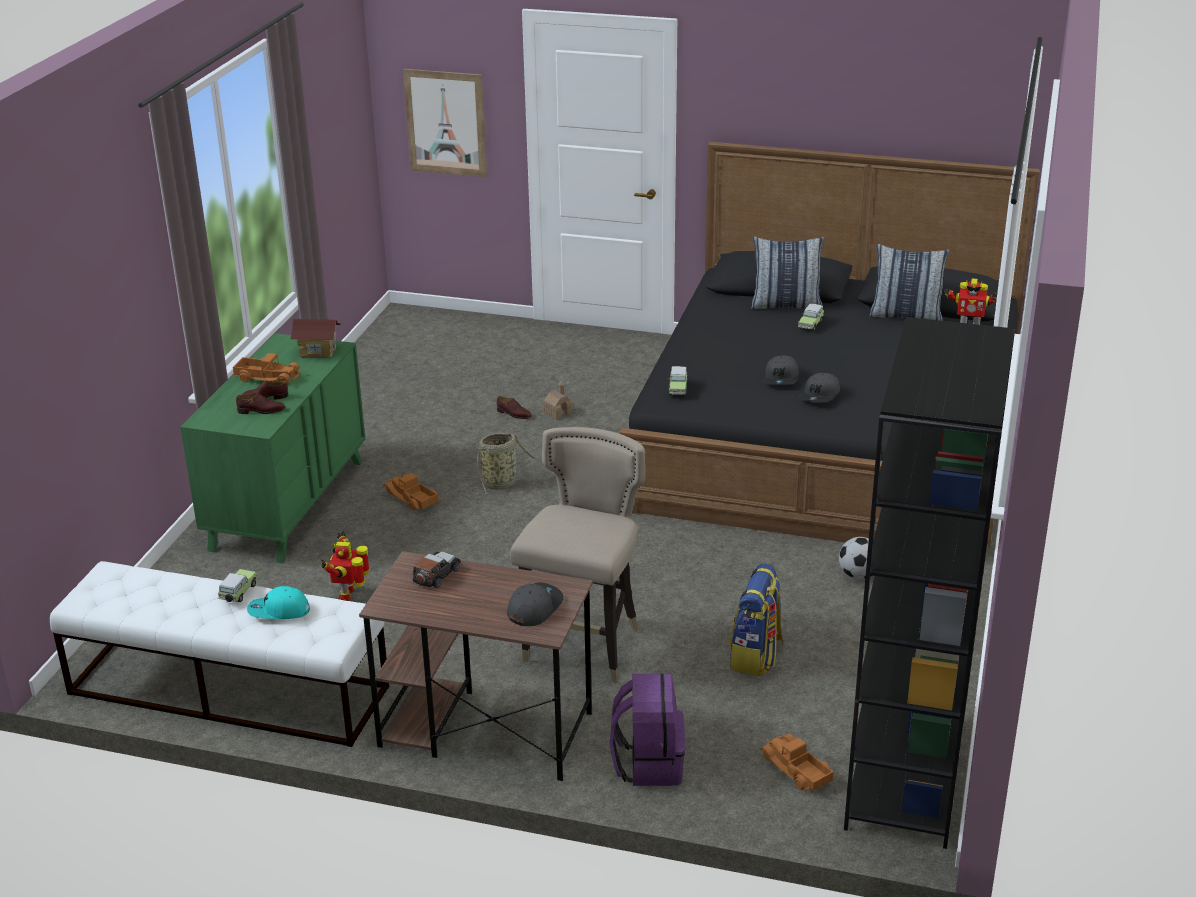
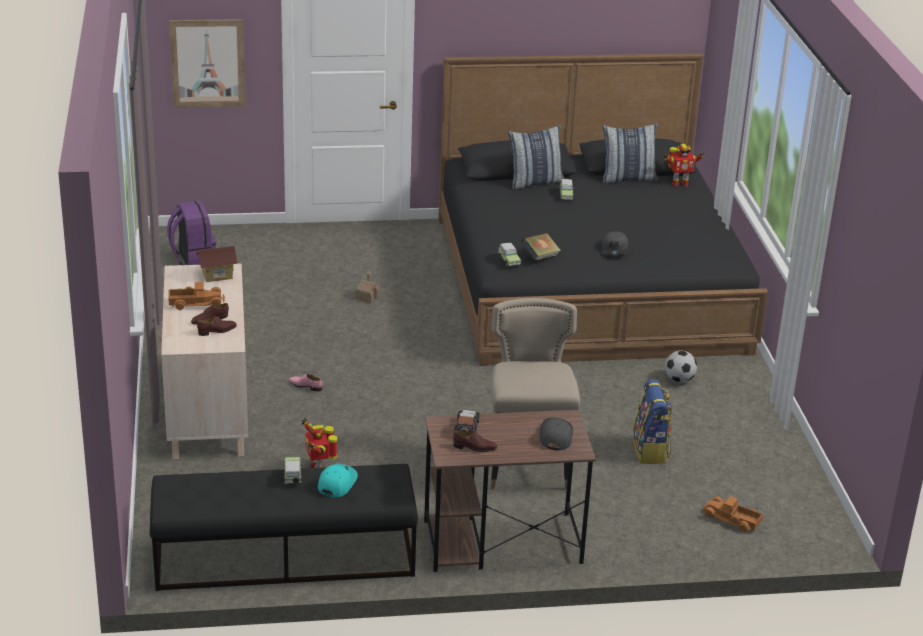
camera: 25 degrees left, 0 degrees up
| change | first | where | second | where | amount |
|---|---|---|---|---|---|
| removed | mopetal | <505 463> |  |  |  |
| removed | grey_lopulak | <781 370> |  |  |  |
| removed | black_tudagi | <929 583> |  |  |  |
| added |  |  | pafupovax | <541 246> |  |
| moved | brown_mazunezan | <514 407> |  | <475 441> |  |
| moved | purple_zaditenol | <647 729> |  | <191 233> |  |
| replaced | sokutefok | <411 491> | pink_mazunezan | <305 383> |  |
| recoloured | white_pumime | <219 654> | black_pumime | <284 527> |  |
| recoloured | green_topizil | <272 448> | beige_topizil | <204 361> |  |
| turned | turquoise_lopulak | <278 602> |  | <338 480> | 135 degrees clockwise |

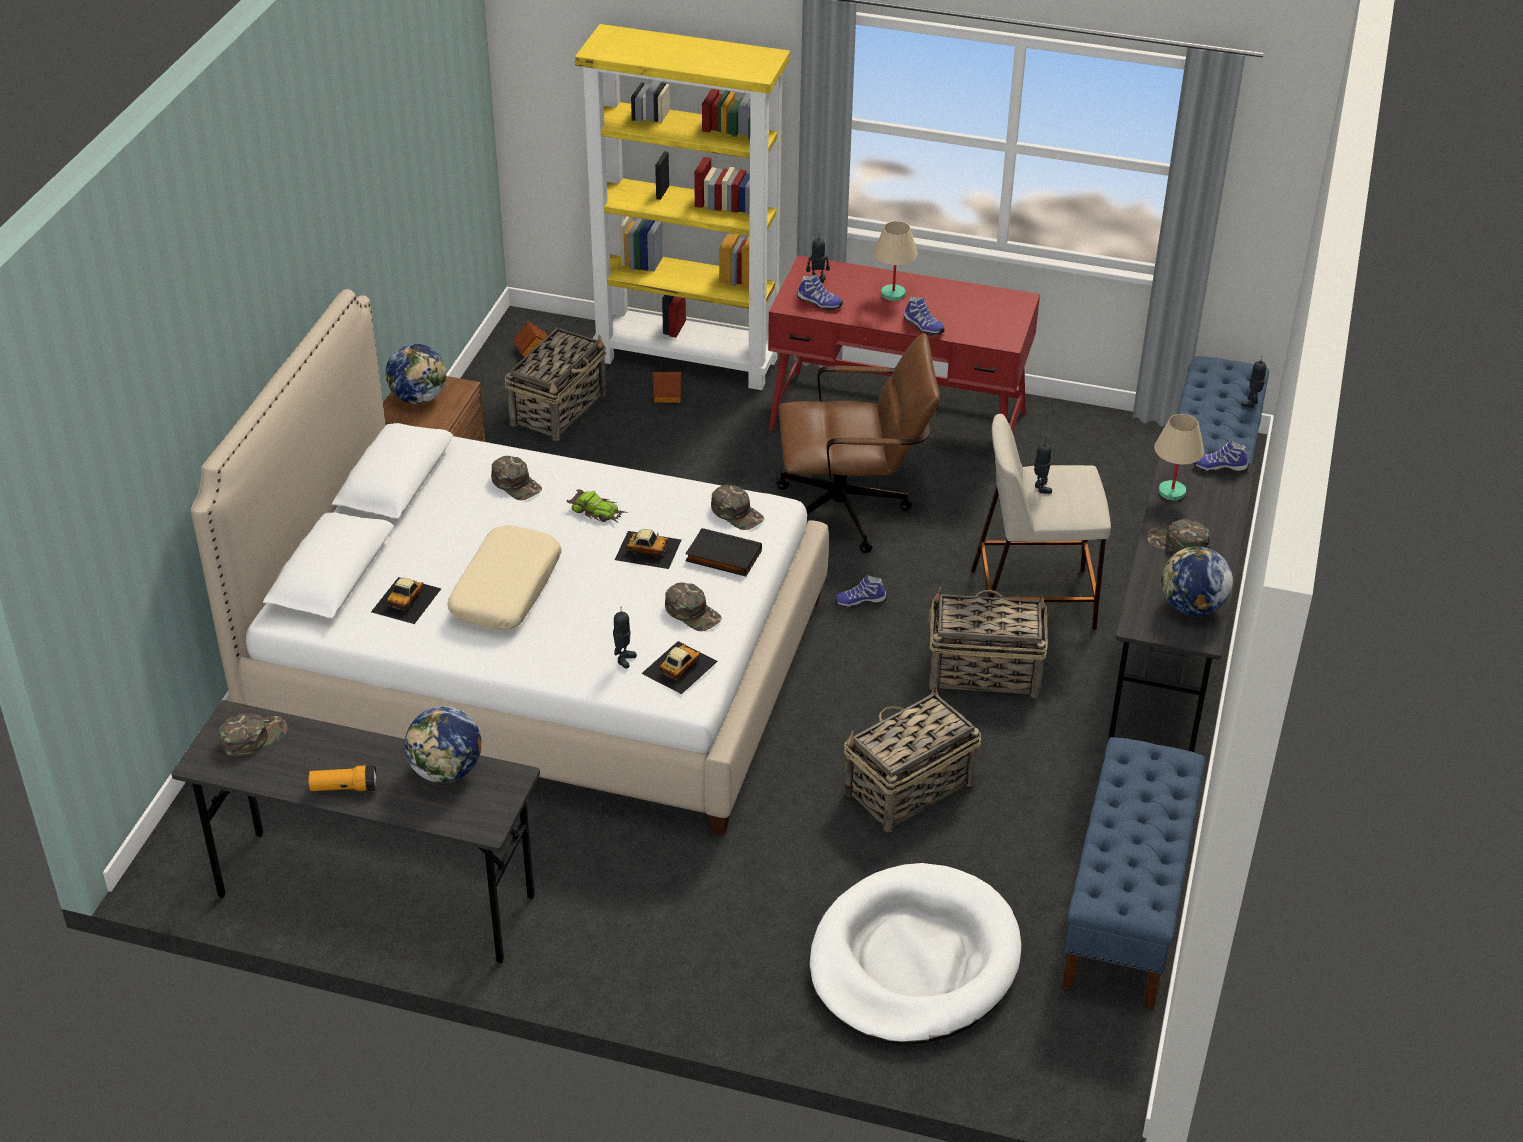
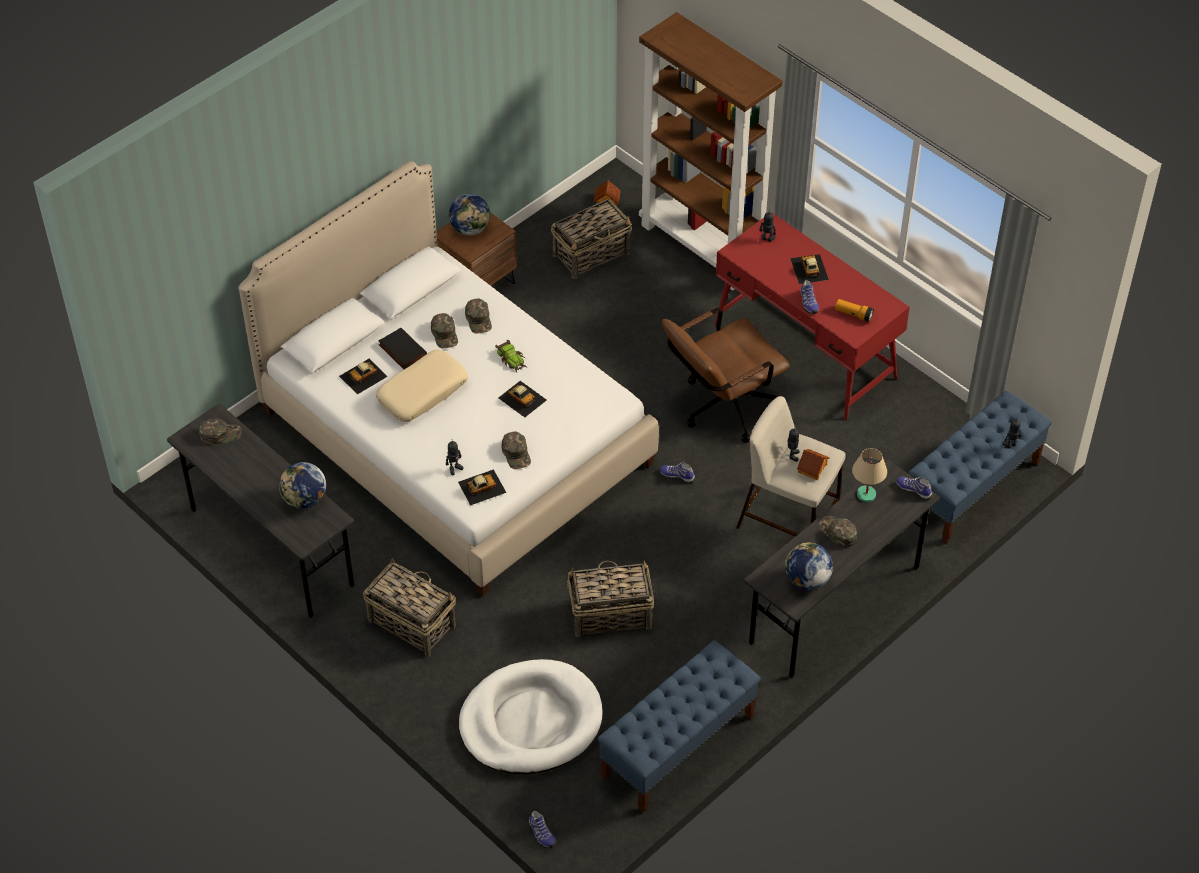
camera: 30 degrees right, 10 degrees up
| change | first | where | second | where | amount |
|---|---|---|---|---|---|
| moved | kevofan | <343 778> |  | <854 310> |  |
| moved | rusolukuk | <667 387> |  | <813 464> |  |
| moved | black_pafupovax | <723 552> |  | <403 348> |  |
| moved | green_lopulak | <737 507> |  | <444 330> |  |
| moved | mazunezan | <820 293> |  | <542 829> |  |
| moved | mopetal | <988 643> |  | <409 607> |  |
| replaced | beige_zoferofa | <896 261> | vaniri | <809 269> |  |
| recoloured | yellow_tudagi | <682 207> | brown_tudagi | <710 151> |  |
| turned | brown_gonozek | <858 443> |  | <726 375> | 120 degrees clockwise |

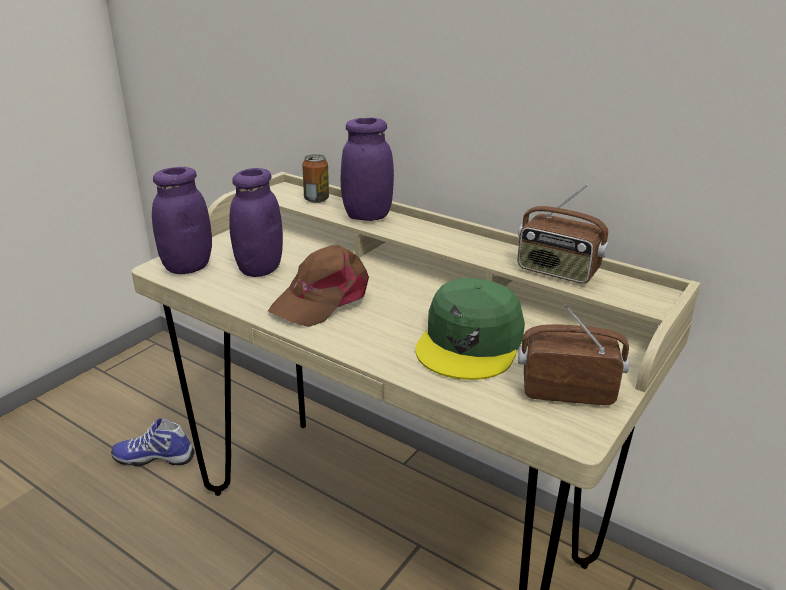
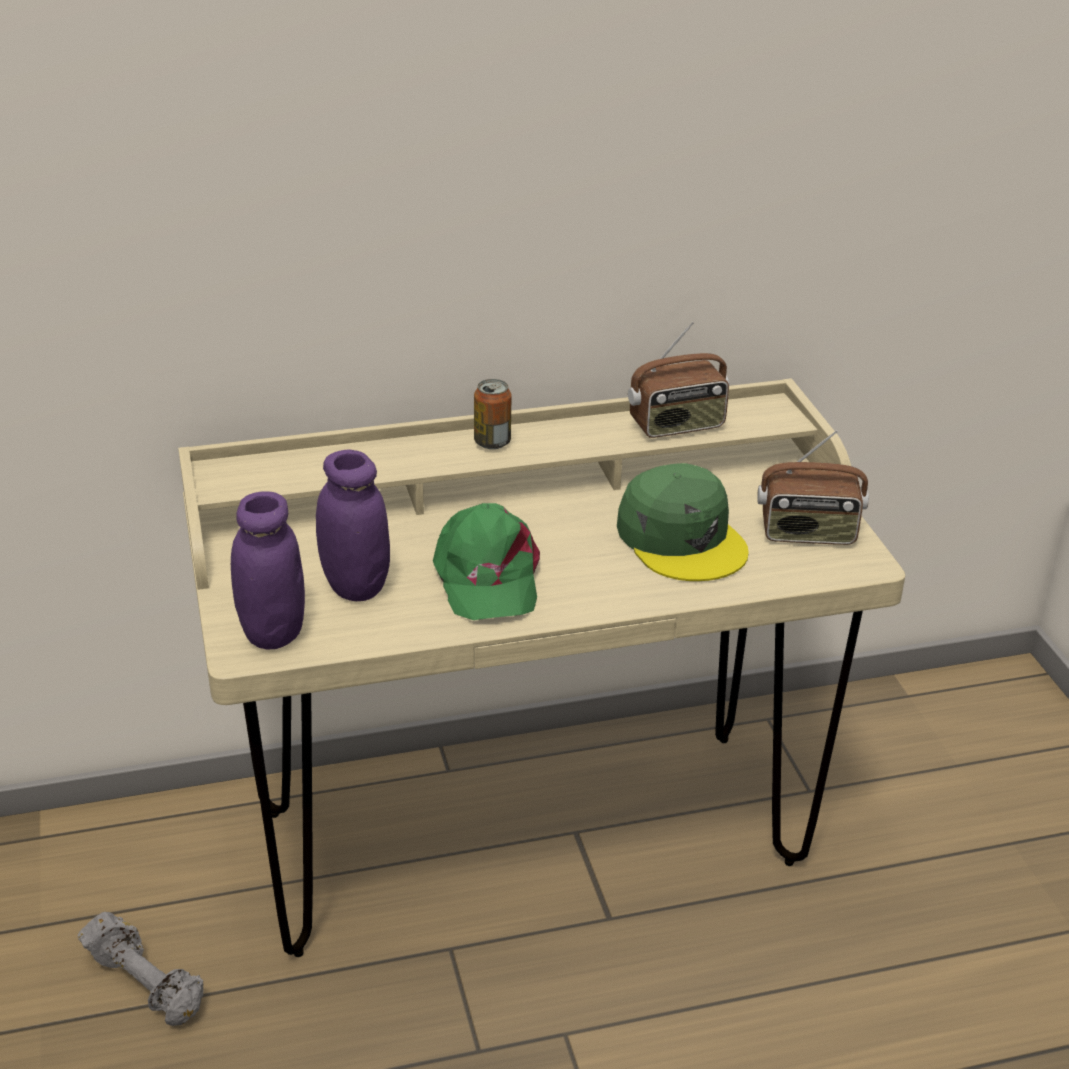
camera: 50 degrees left, 5 degrees up
| change | first | where | second | where | amount |
|---|---|---|---|---|---|
| removed | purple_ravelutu | <367 169> |  |  |  |
| moved | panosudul | <315 178> |  | <493 414> |  |
| replaced | mazunezan | <153 442> | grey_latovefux | <140 969> |  |
| recoloured | brown_lopulak | <318 286> | green_lopulak | <486 561> |  |
| turned | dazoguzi | <574 354> |  | <813 487> | 135 degrees counterclockwise |

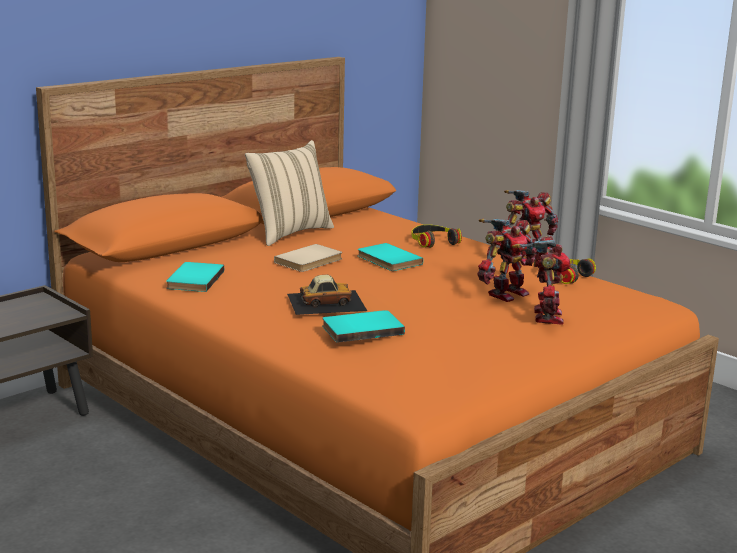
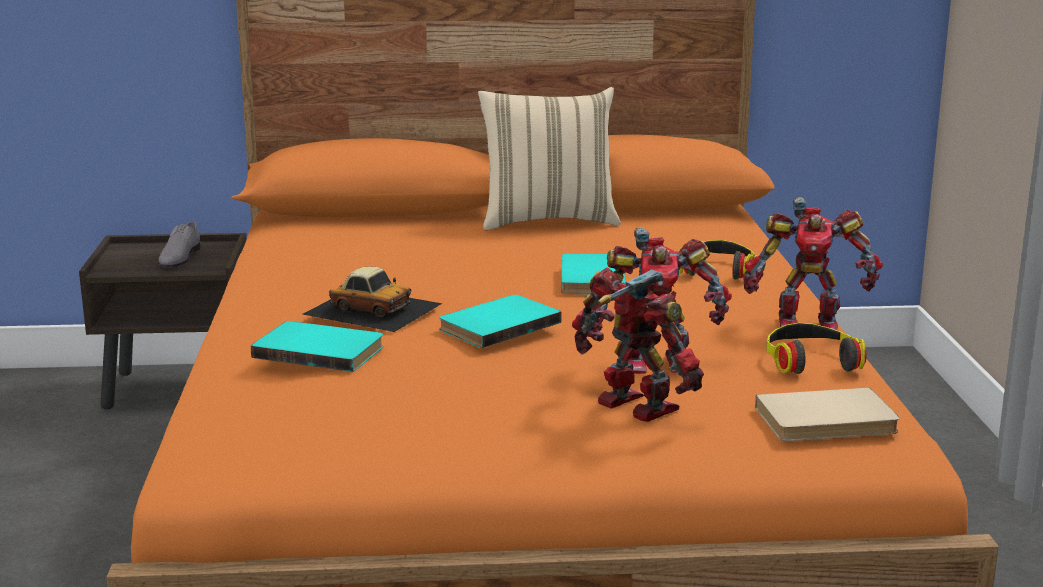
camera: 40 degrees right, 0 degrees up
| change | first | where | second | where | amount |
|---|---|---|---|---|---|
| added |  |  | grey_mazunezan | <180 244> |  |
| moved | turquoise_pafupovax | <195 277> |  | <500 321> |  |
| moved | beige_pafupovax | <308 258> |  | <827 414> |  |
| turned | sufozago | <541 280> |  | <638 344> | 90 degrees counterclockwise |

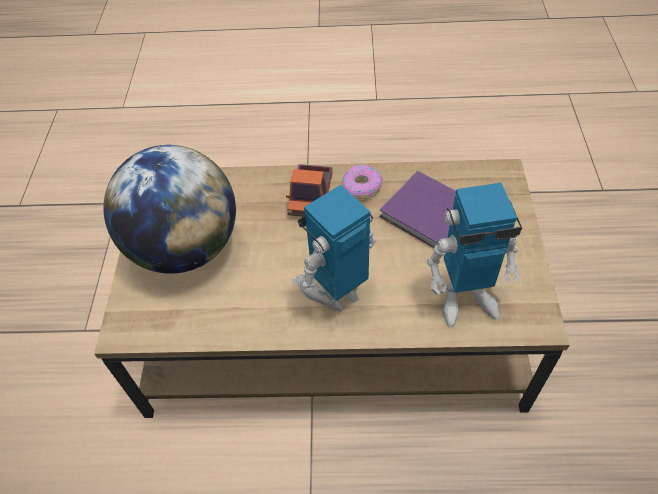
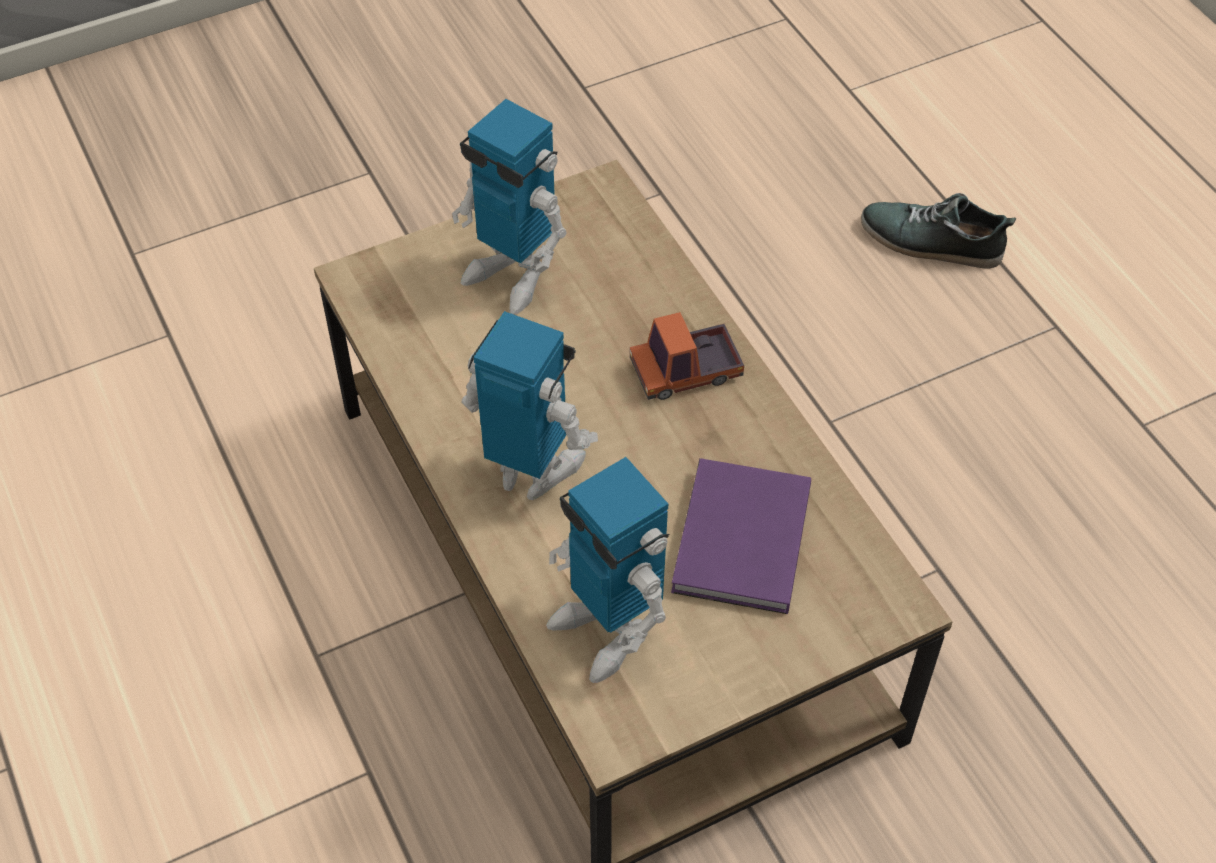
camera: 60 degrees right, 0 degrees up
| change | first | where | second | where | amount |
|---|---|---|---|---|---|
| removed | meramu | <362 182> |  |  |  |
| added |  |  | mazunezan | <938 231> |  |
| replaced | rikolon | <169 209> | sufozago | <509 207> |  |

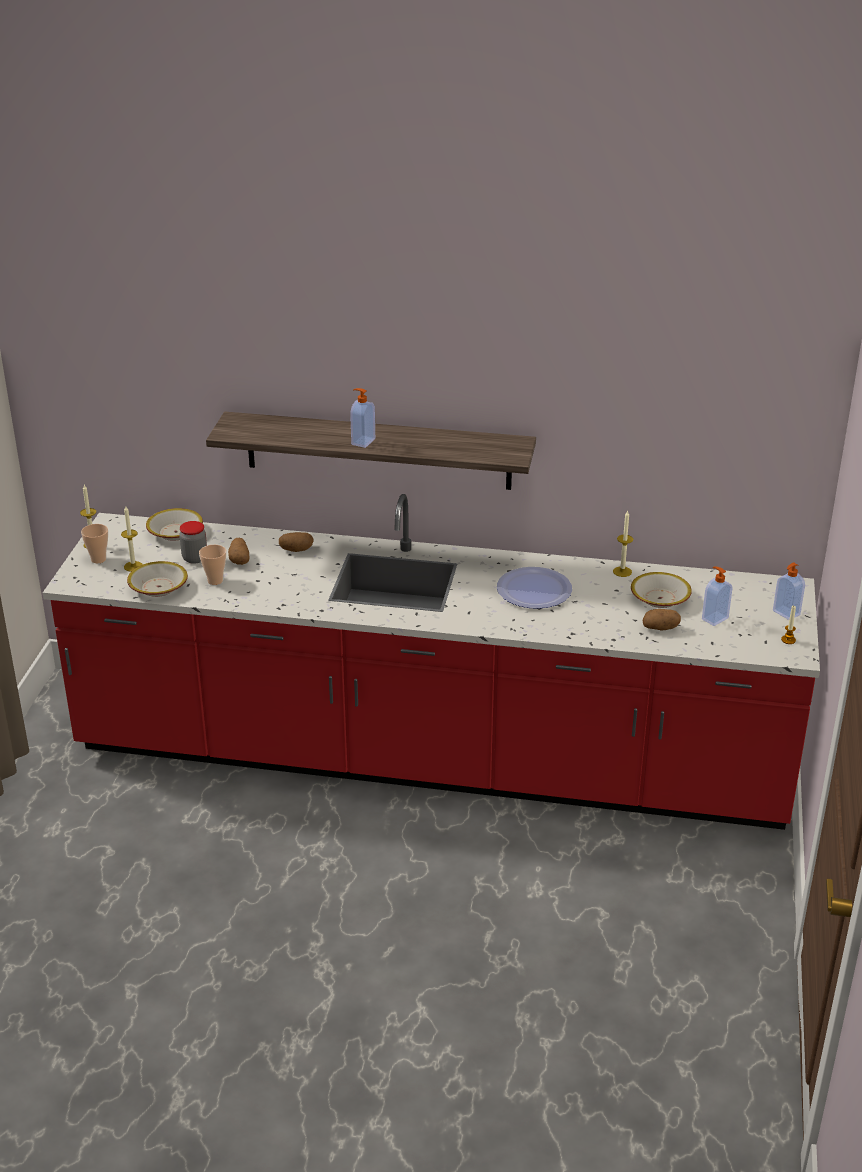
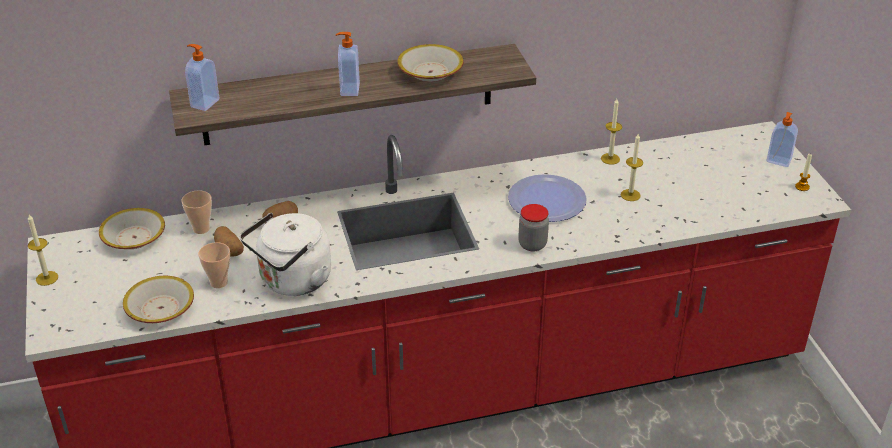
camera: 25 degrees left, 5 degrees up
| change | first | where | second | where | amount |
|---|---|---|---|---|---|
| removed | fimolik | <662 619> |  |  |  |
| added |  |  | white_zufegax | <285 254> |  |
| moved | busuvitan | <94 543> |  | <197 212> |  |
| moved | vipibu | <132 539> |  | <632 167> |  |
| moved | ravelutu | <193 542> |  | <533 227> |  |
| moved | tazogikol | <661 590> |  | <430 63> |  |
| moved | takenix | <717 596> |  | <202 77> |  |

